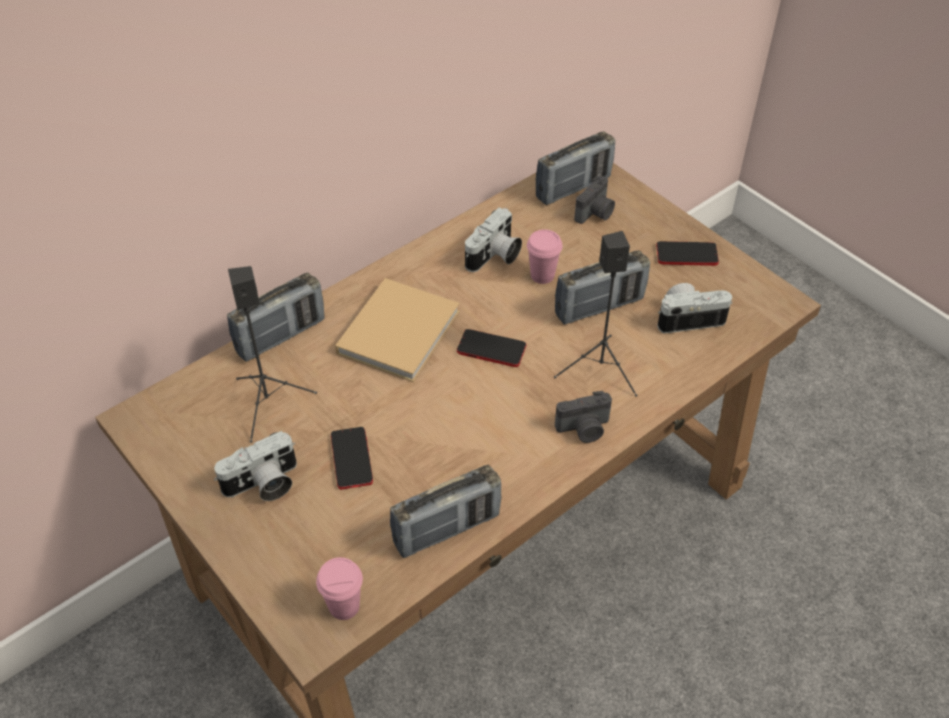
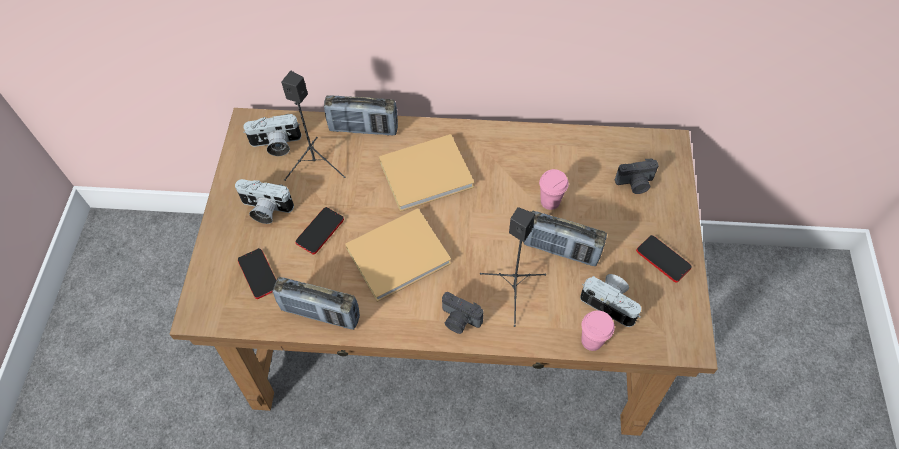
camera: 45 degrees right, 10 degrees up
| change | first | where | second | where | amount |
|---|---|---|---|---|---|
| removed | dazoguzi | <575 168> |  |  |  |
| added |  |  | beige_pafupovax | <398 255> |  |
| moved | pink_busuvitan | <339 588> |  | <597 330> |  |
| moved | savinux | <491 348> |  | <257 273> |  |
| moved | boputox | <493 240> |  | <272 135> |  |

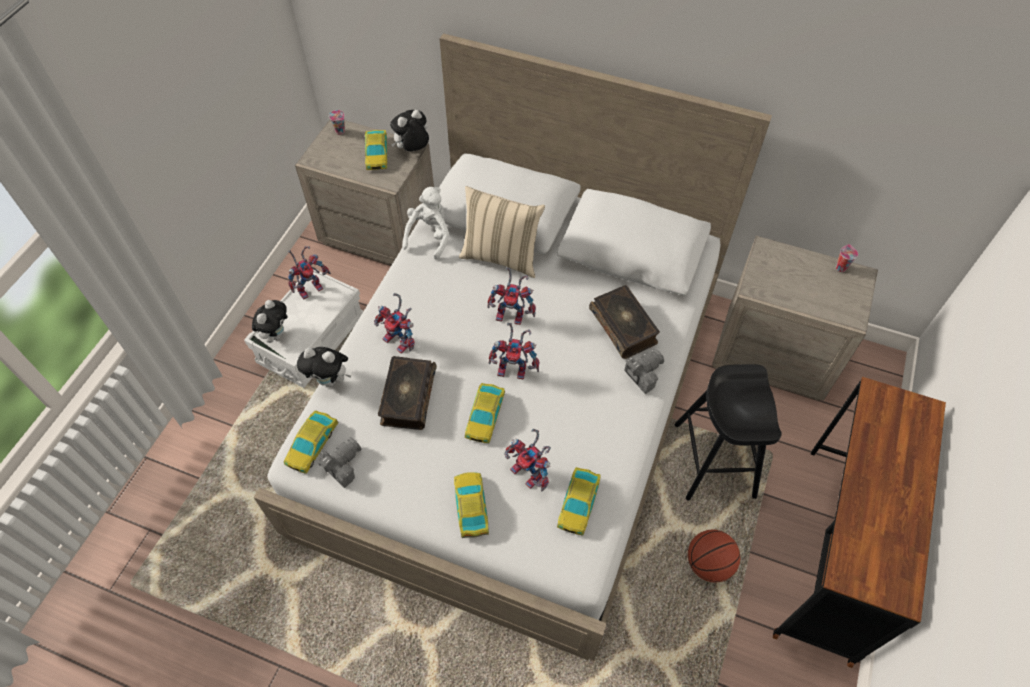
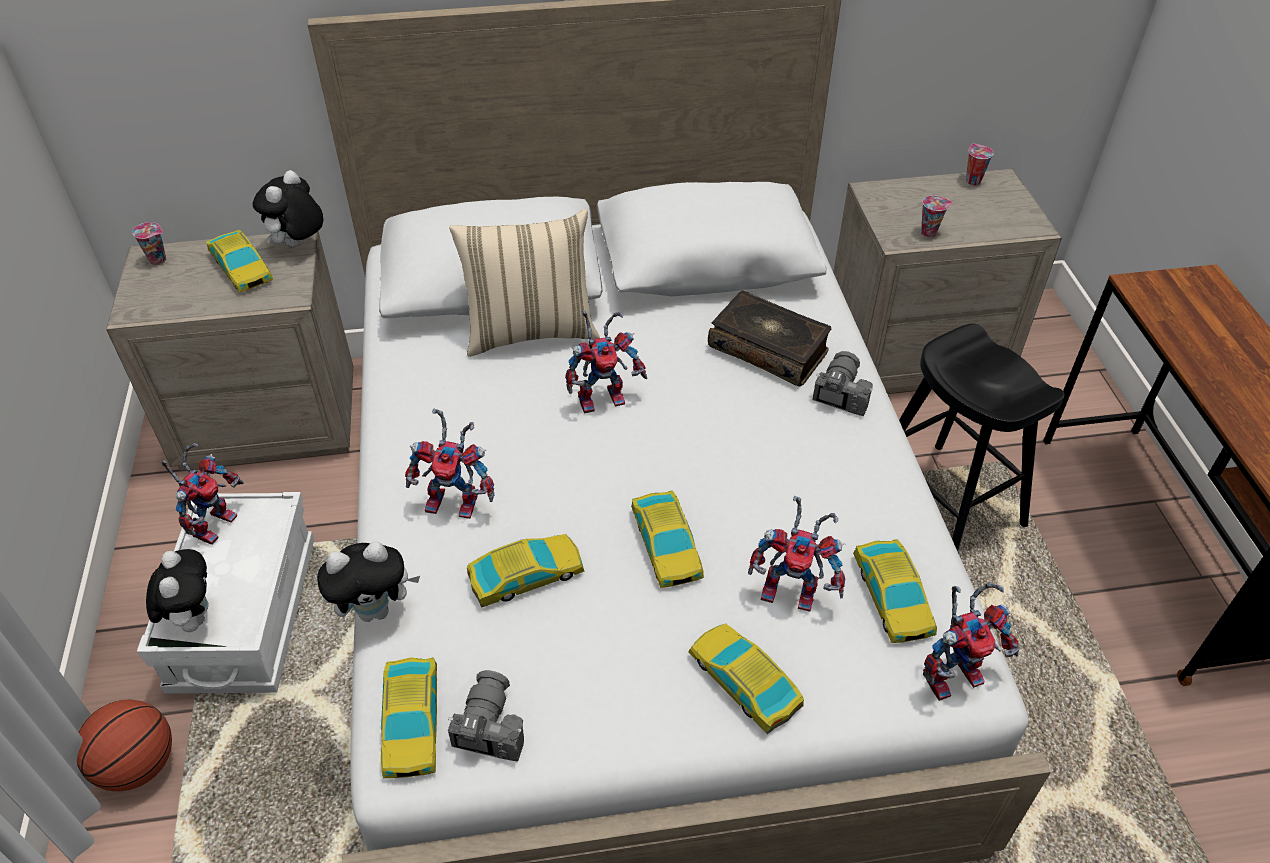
camera: 30 degrees left, 10 degrees down
| change | first | where | second | where | amount |
|---|---|---|---|---|---|
| removed | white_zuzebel | <425 223> |  |  |  |
| added |  |  | busuvitan | <937 216> |  |
| moved | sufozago | <514 351> |  | <971 641> |  |
| moved | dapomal | <714 555> |  | <124 745> |  |
| replaced | pafupovax | <407 393> | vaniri | <525 571> |  |

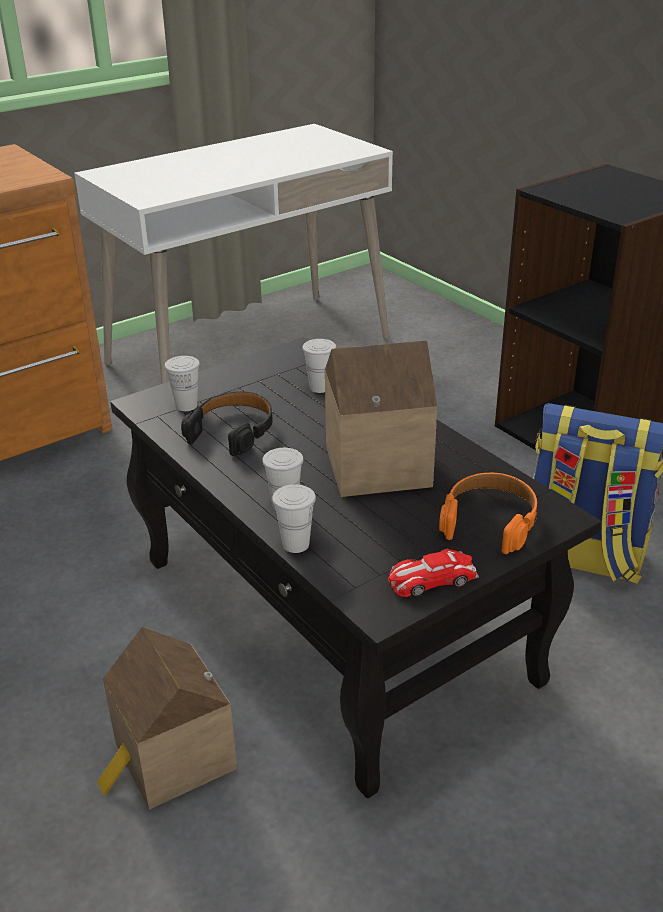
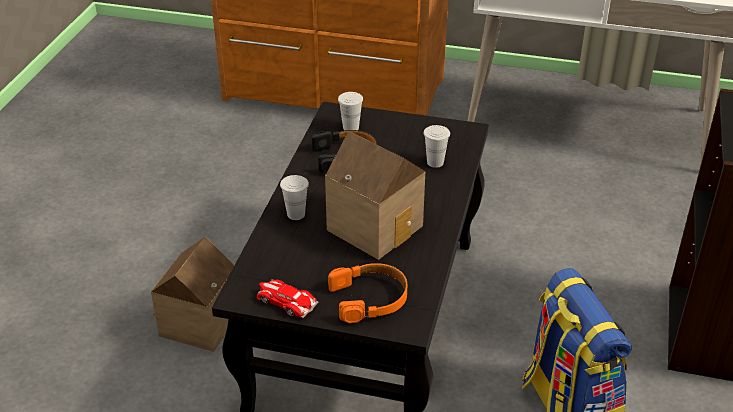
camera: 50 degrees right, 5 degrees up
| change | first | where | second | where | amount |
|---|---|---|---|---|---|
| removed | white_busuvitan | <294 518> |  |  |  |

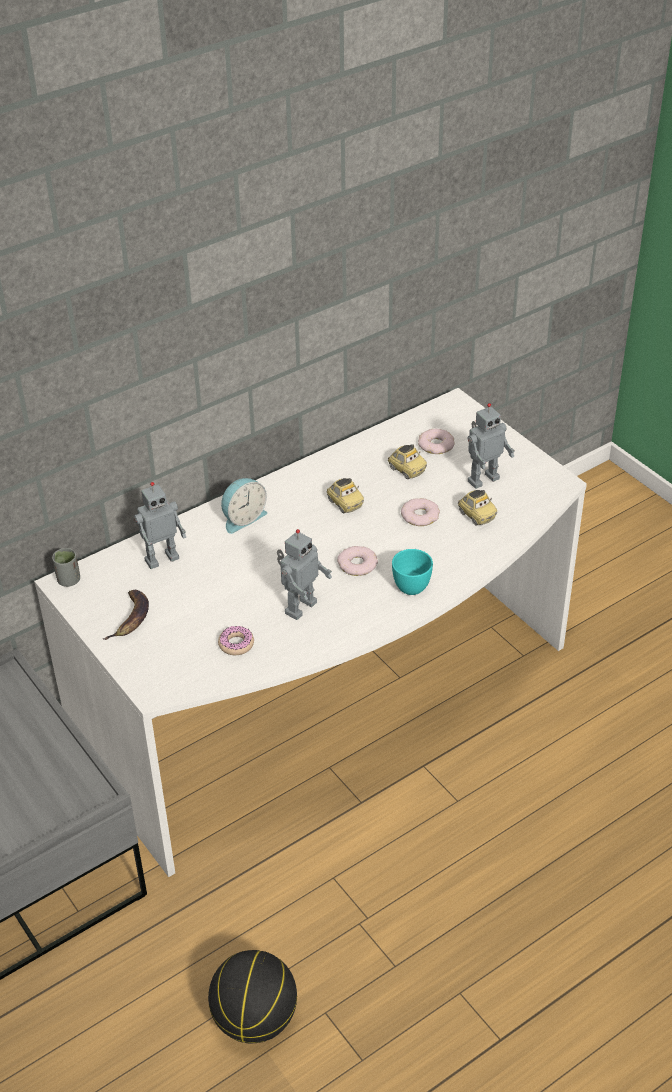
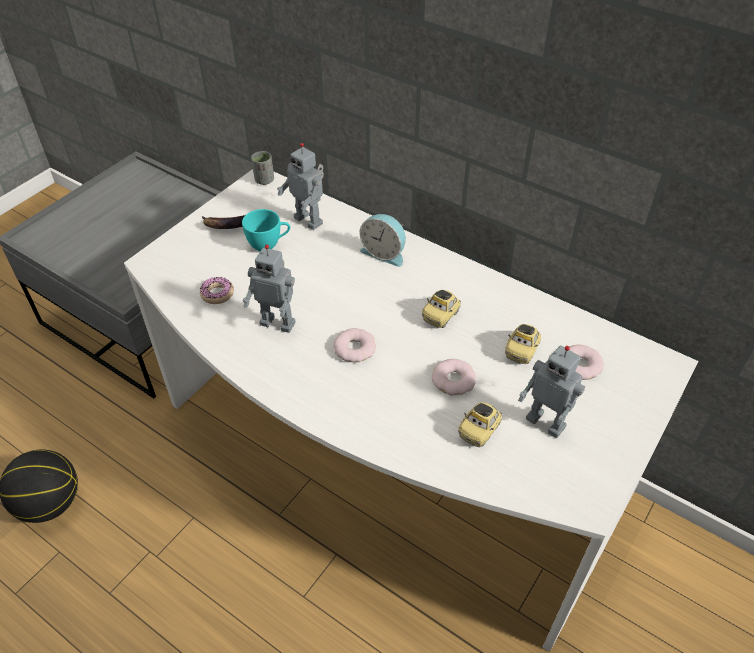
camera: 70 degrees right, 5 degrees up
| change | first | where | second | where | amount |
|---|---|---|---|---|---|
| moved | turquoise_busuvitan | <412 572> |  | <266 230> |  |

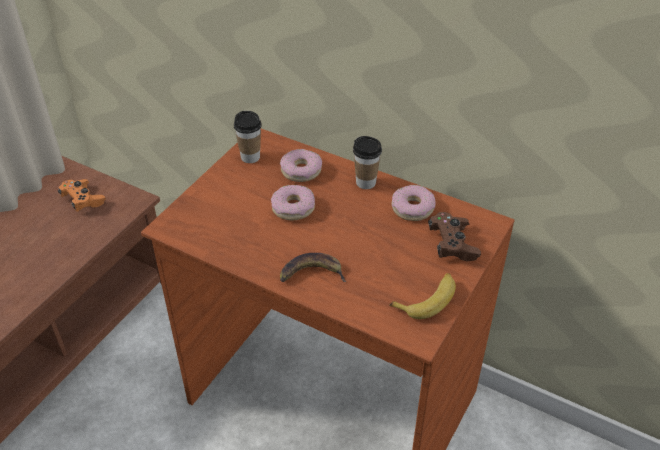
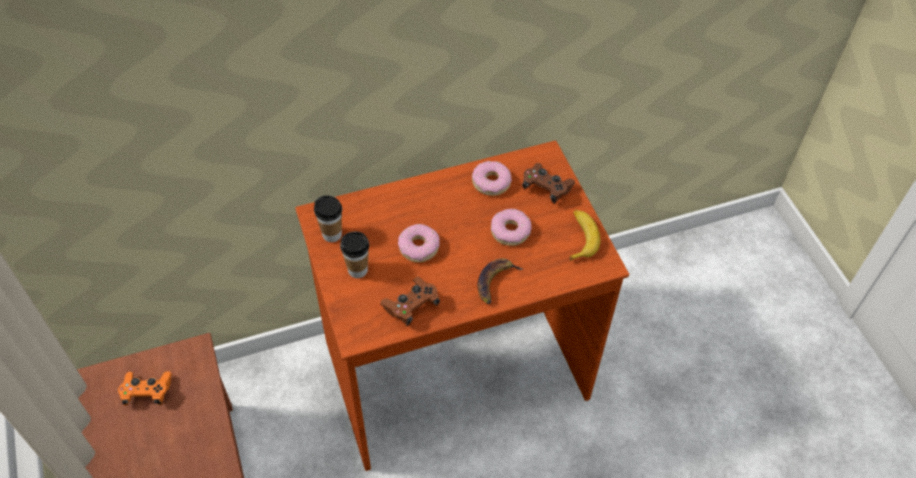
camera: 50 degrees left, 10 degrees up
| change | first | where | second | where | amount |
|---|---|---|---|---|---|
| added |  |  | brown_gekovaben | <410 301> |  |
| moved | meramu | <301 165> |  | <511 227> |  |
| moved | busuvitan | <367 162> |  | <354 254> |  |

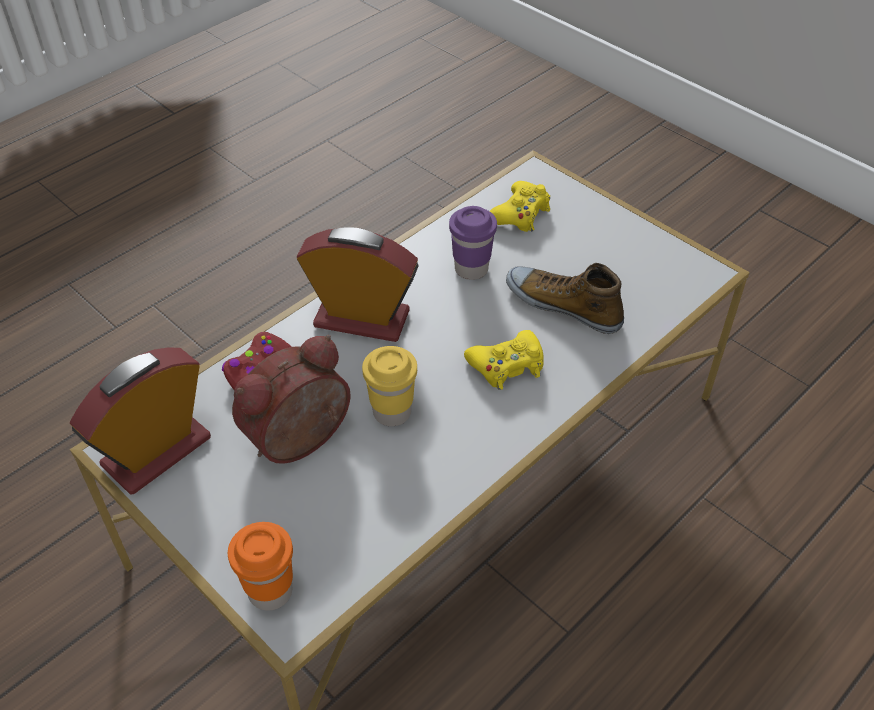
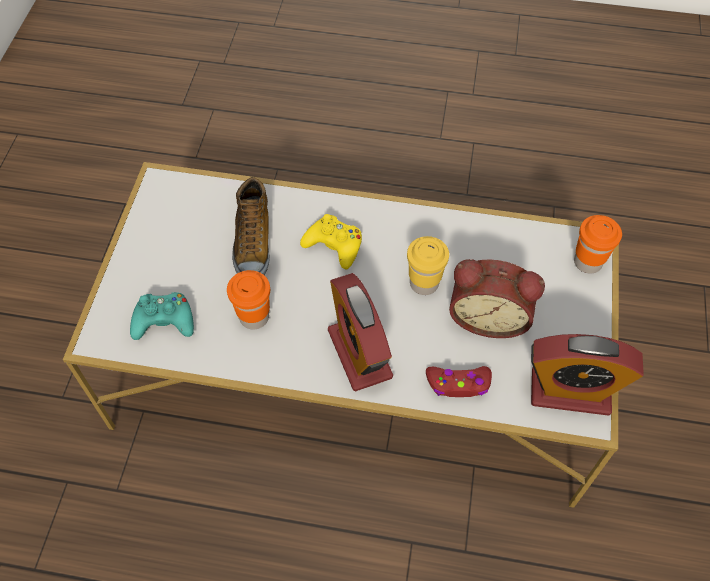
camera: 125 degrees left, 10 degrees up
| change | first | where | second | where | amount |
|---|---|---|---|---|---|
| recoloured | purple_busuvitan | <473 243> | orange_busuvitan | <248 299> |  |
| recoloured | yellow_gekovaben | <520 206> | turquoise_gekovaben | <162 316> |  |

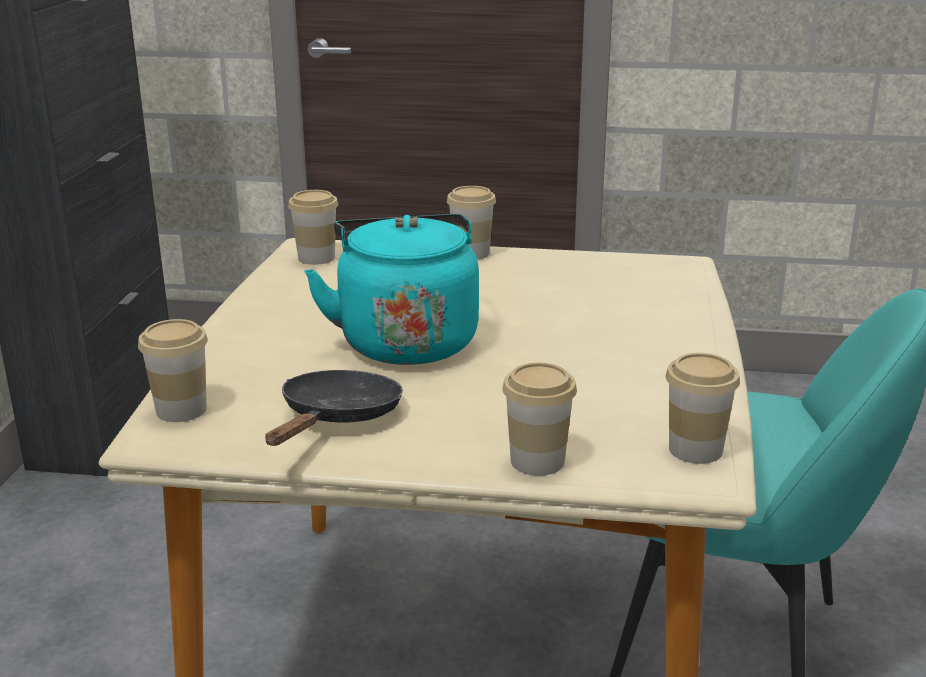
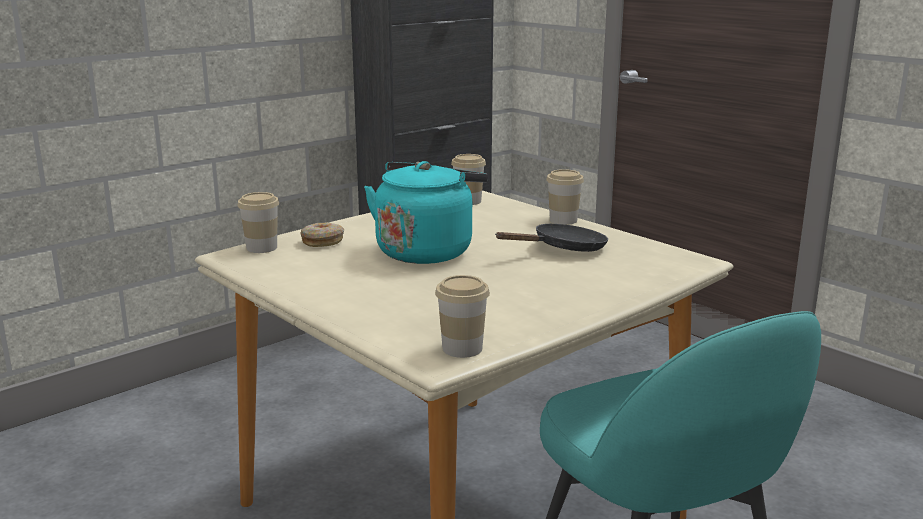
camera: 40 degrees right, 5 degrees down
| change | first | where | second | where | amount |
|---|---|---|---|---|---|
| removed | busuvitan | <539 419> |  |  |  |
| added |  |  | meramu | <322 234> |  |
| moved | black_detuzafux | <334 408> |  | <551 237> |  |

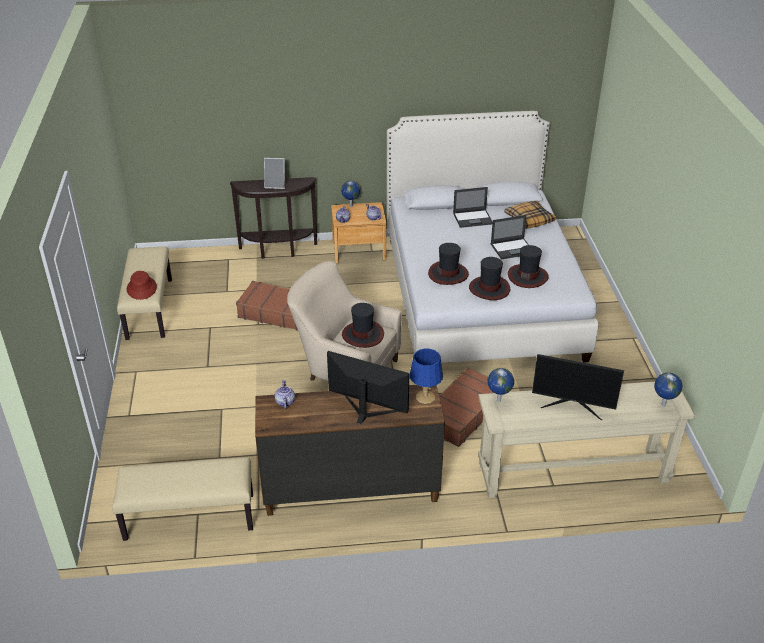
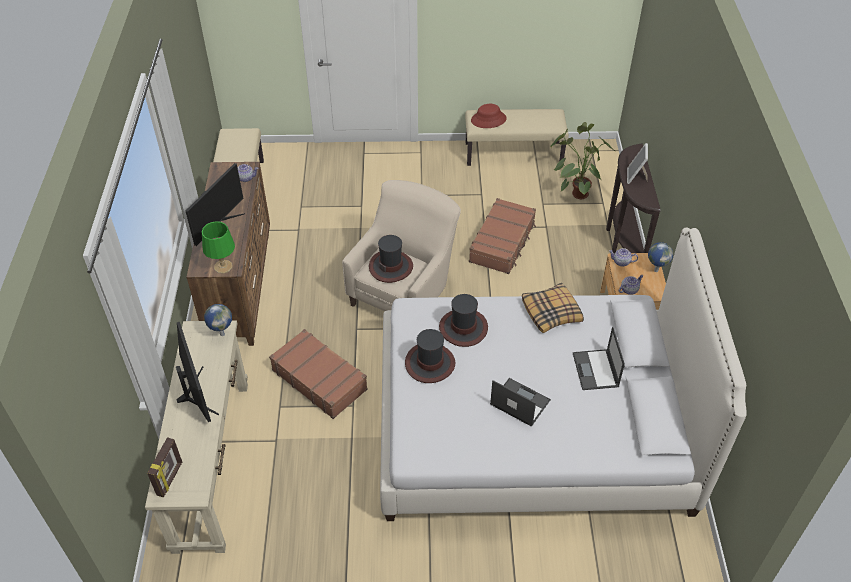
camera: 95 degrees right, 10 degrees up
| change | first | where | second | where | amount |
|---|---|---|---|---|---|
| removed | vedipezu | <528 266> |  |  |  |
| added |  |  | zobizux | <583 160> |  |
| moved | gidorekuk | <530 215> |  | <553 308> |  |
| replaced | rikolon | <668 390> | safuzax | <164 467> |  |
| recoloured | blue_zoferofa | <426 376> | green_zoferofa | <218 247> |  |
| turned | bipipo | <510 237> |  | <520 402> | 135 degrees clockwise |
| turned | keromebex | <578 387> |  | <197 372> | 135 degrees clockwise |

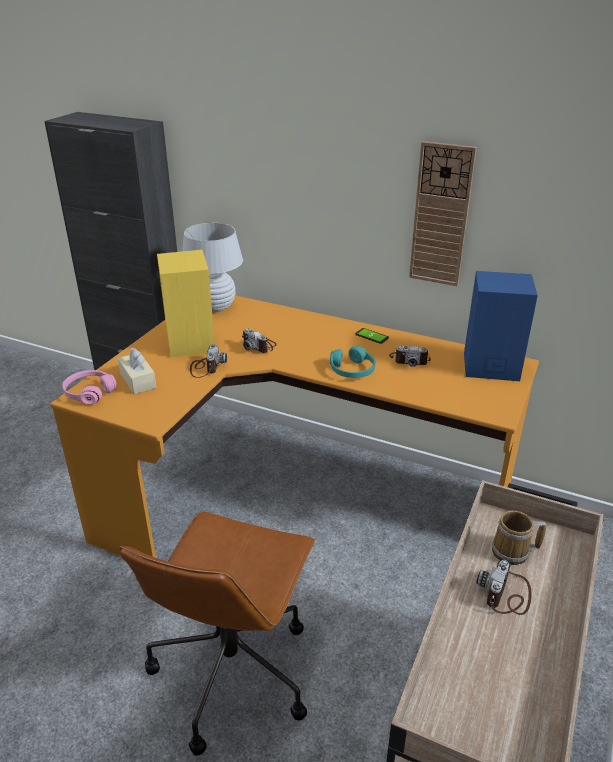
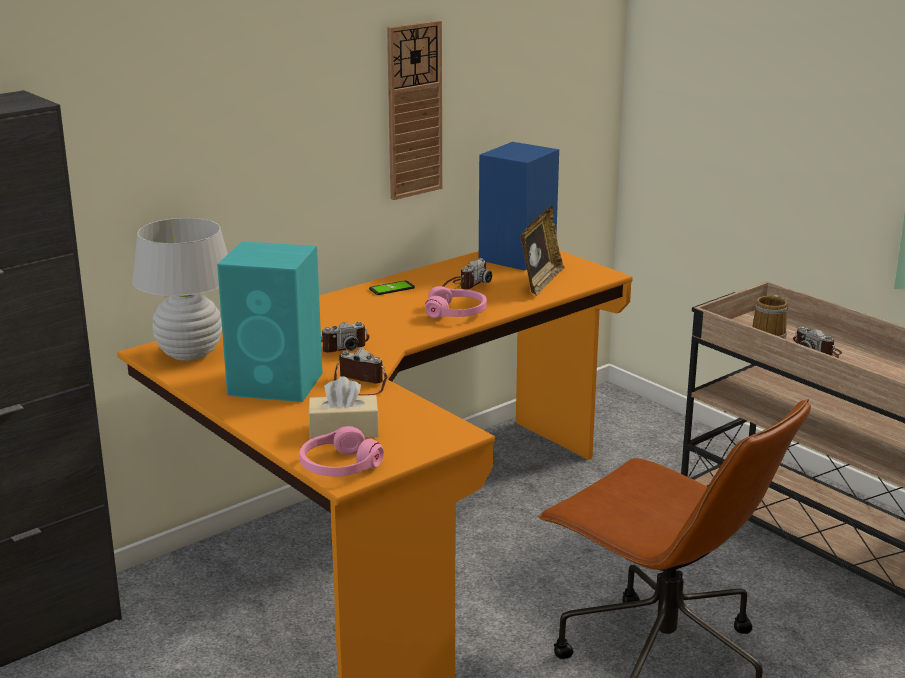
camera: 65 degrees left, 10 degrees down
| change | first | where | second | where | amount |
|---|---|---|---|---|---|
| added |  |  | safuzax | <542 251> |  |
| recoloured | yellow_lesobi | <186 303> | turquoise_lesobi | <270 321> |  |
| recoloured | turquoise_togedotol | <352 362> | pink_togedotol | <456 302> |  |

